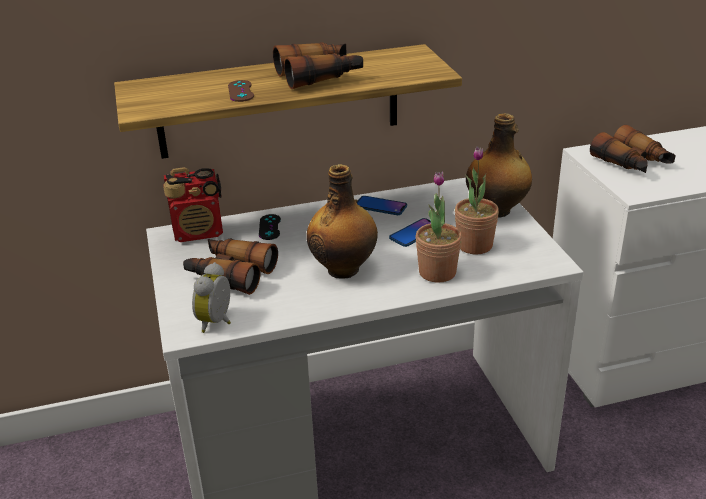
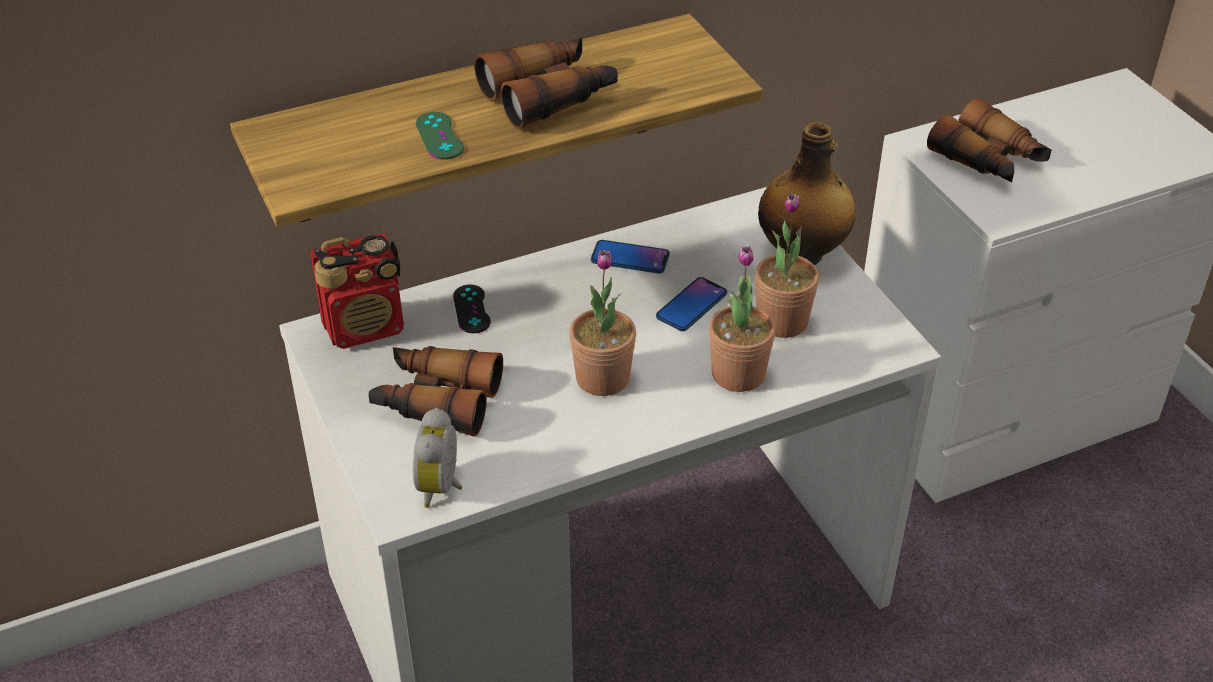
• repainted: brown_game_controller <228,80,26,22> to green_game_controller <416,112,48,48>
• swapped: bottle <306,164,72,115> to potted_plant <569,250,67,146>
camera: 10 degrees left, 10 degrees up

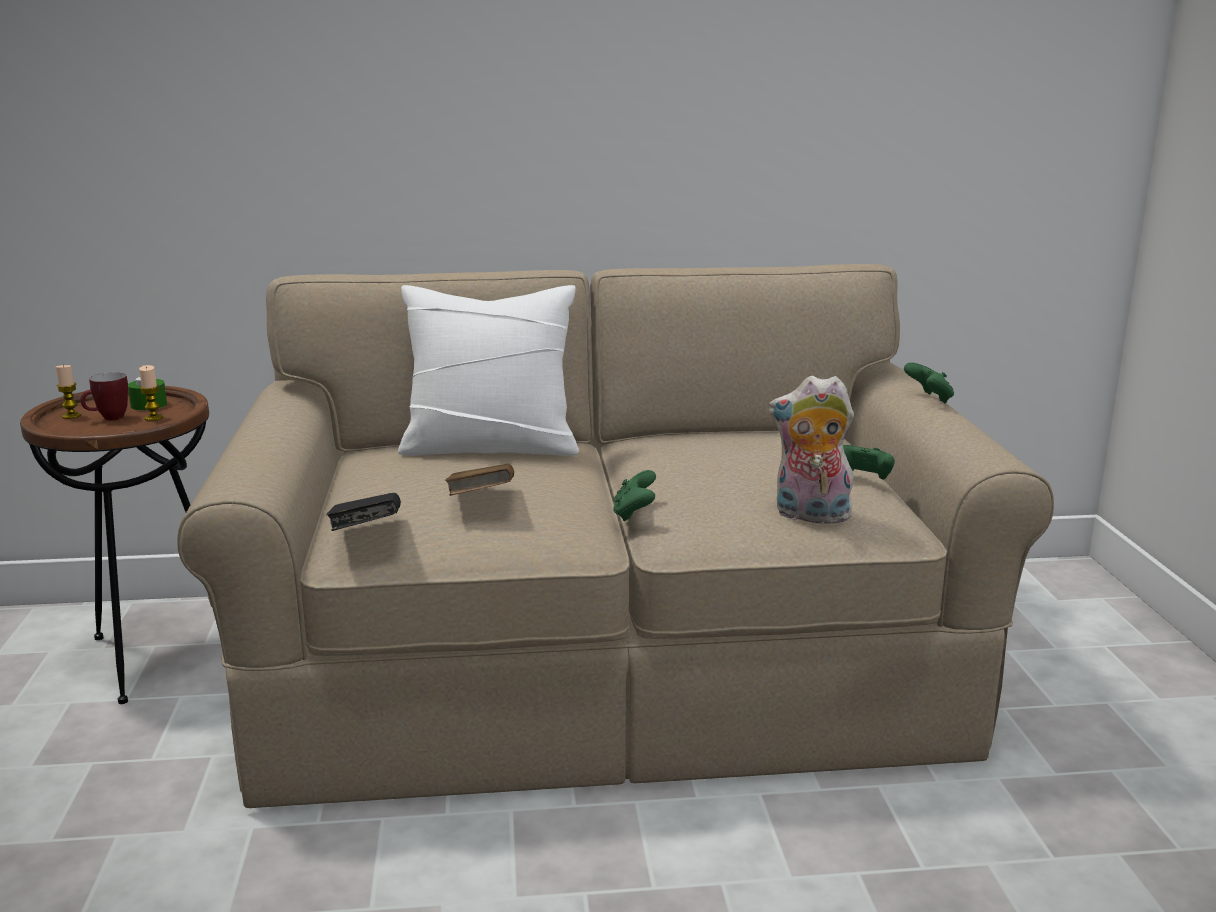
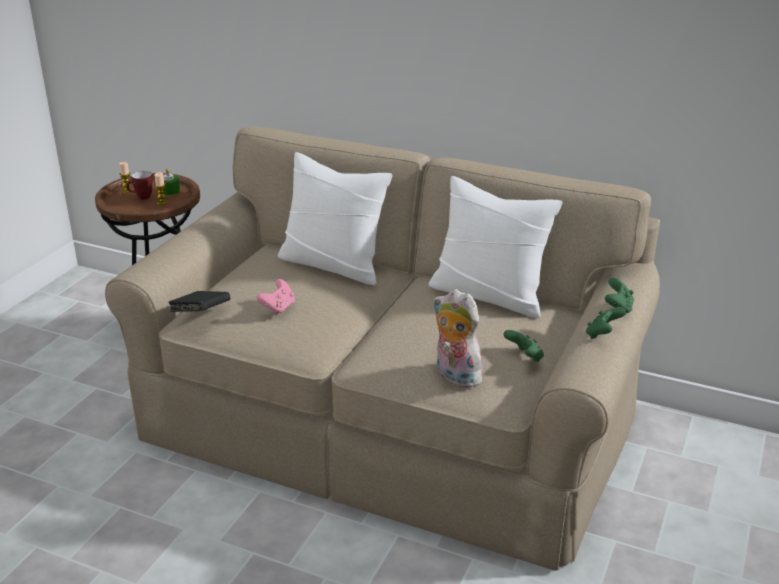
• swapped: brown_book <445,464,69,32> to pink_game_controller <256,279,39,36>
• shifted: green_game_controller <613,470,43,51> to <586,307,40,32>
• new: white_pillow <428,176,135,142>
camera: 30 degrees right, 10 degrees up

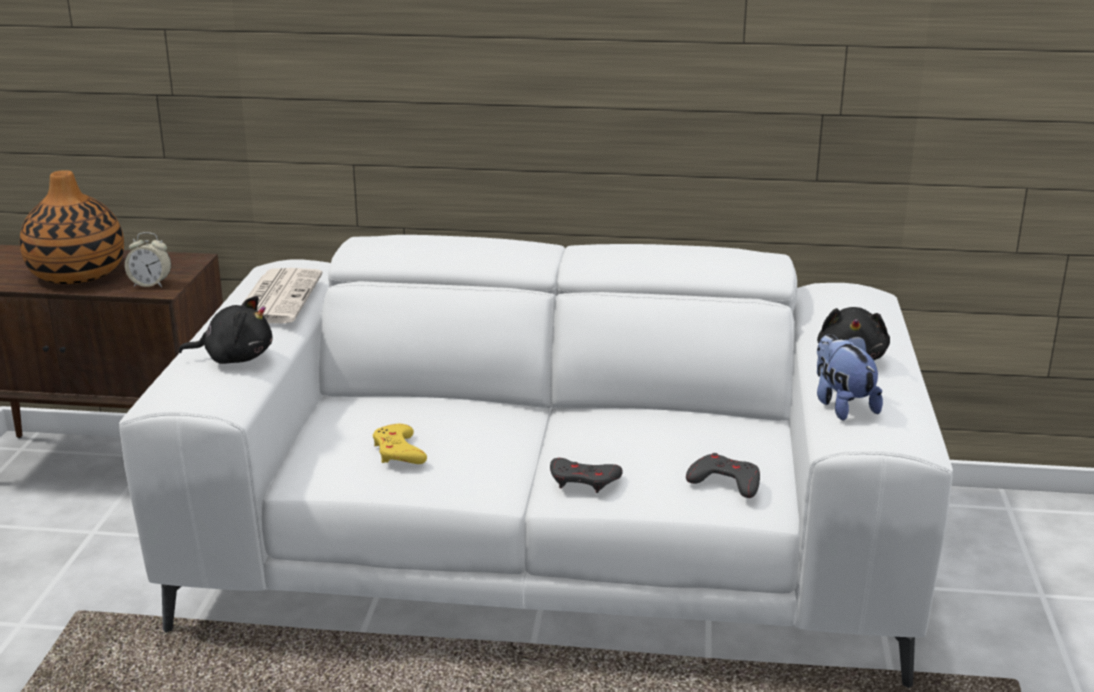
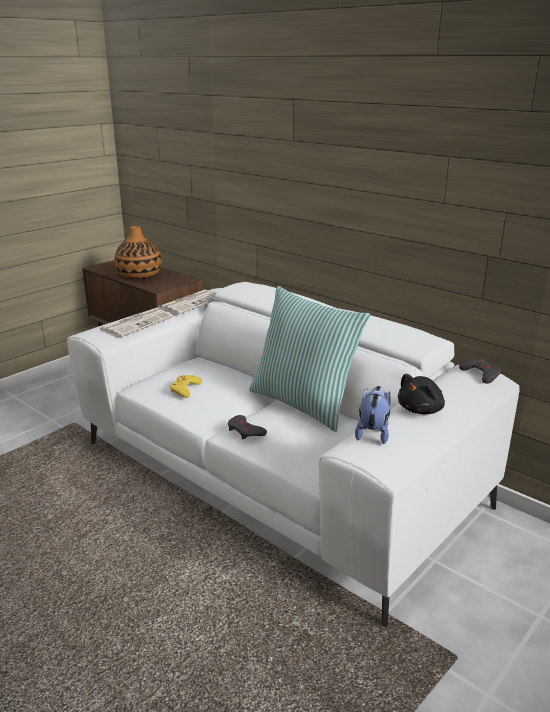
• gone: alarm_clock <125,232,46,55>
• swapped: black_plush_toy <179,296,94,68> to newspaper <99,309,74,28>
• shifted: grey_game_controller <686,453,74,45> to <459,358,42,26>
• new: pillow <249,286,121,146>
camera: 35 degrees right, 0 degrees up

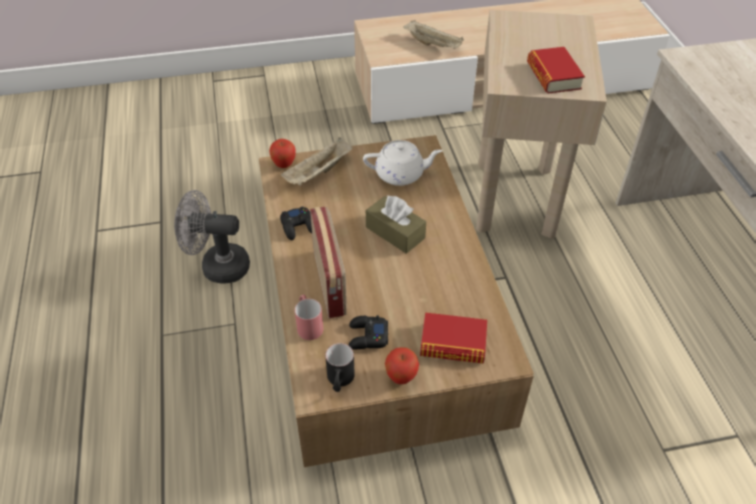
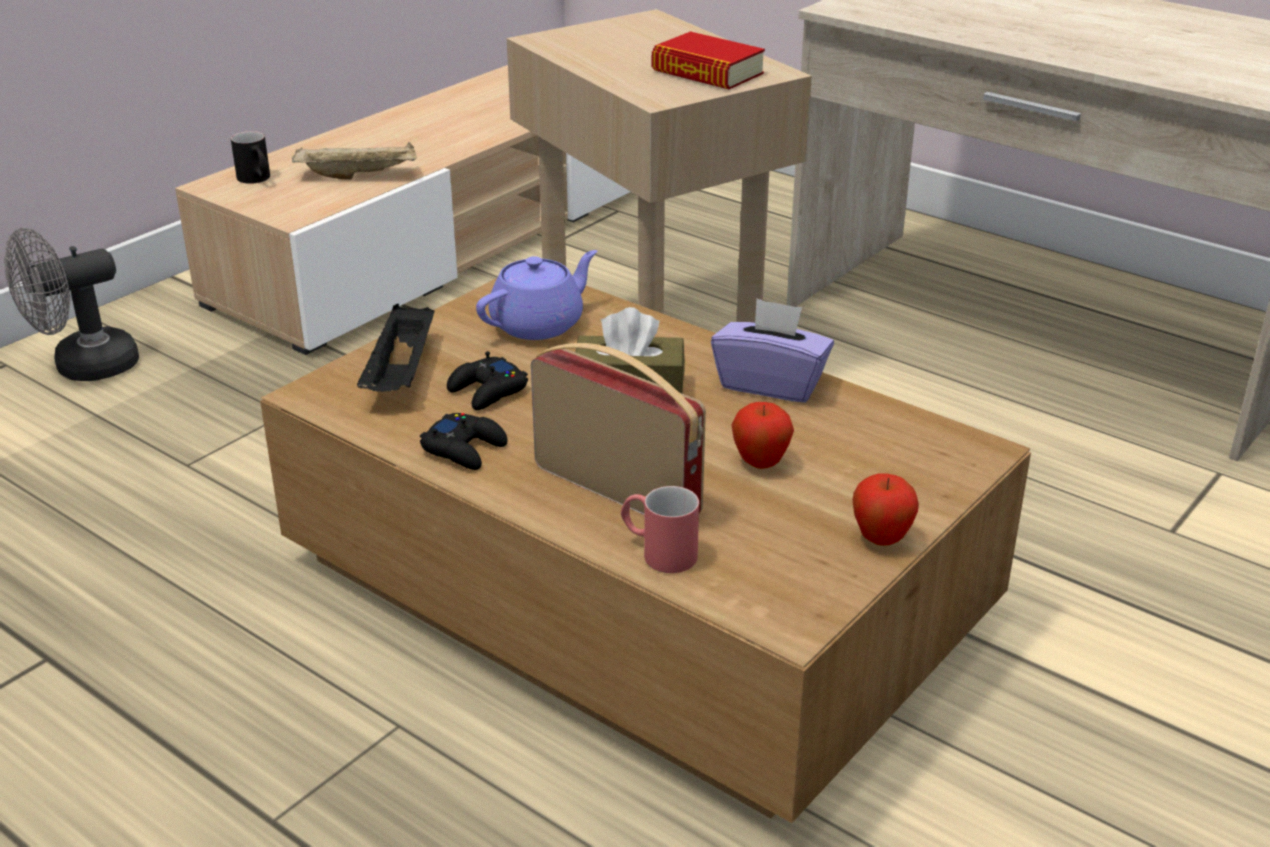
• shifted: grey_fan <174,190,76,93> to <4,228,135,153>
• shifted: apple <269,139,27,29> to <732,402,62,67>
• repainted: beige_tray <281,137,71,49> to black_tray <357,304,77,88>
• shifted: black_mug <325,343,30,49> to <231,131,39,53>
• shifted: black_game_controller <348,315,40,35> to <447,351,81,59>
• repainted: white_teapot <363,140,79,46> to purple_teapot <476,250,121,90>
• gone: book <420,312,67,52>
• new: purple_tissue_box <711,298,123,105>
camera: 40 degrees left, 15 degrees down

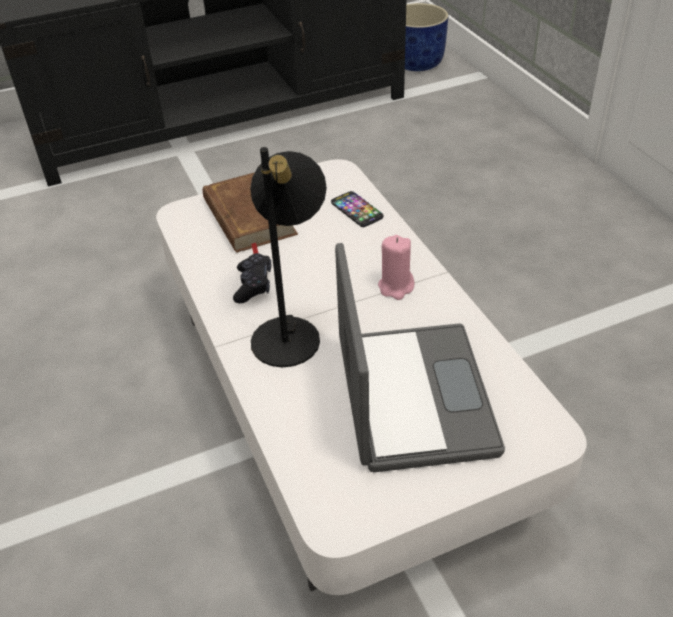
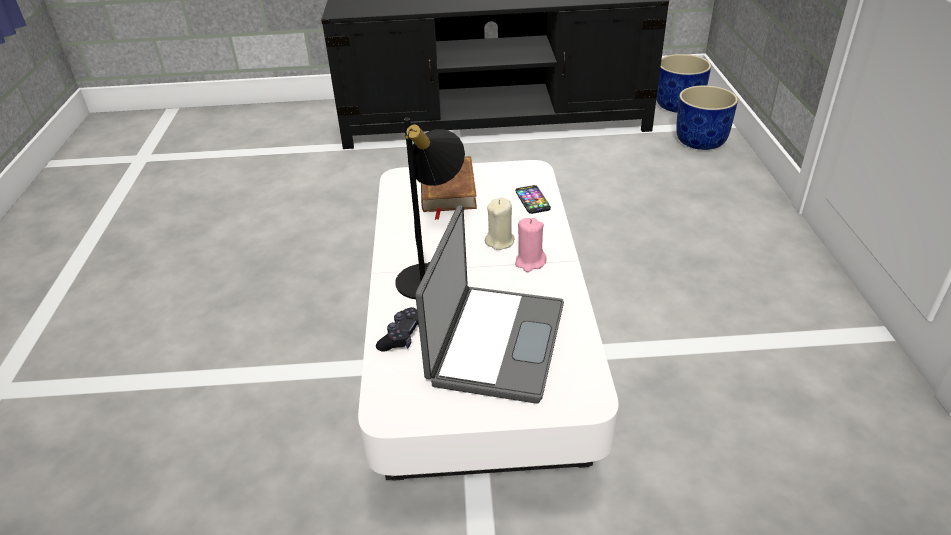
• shifted: black_game_controller <233,253,38,50> to <376,307,43,45>
• new: beige_candle <485,198,30,52>
• new: blue_planter <676,85,62,65>
camera: 20 degrees right, 5 degrees down

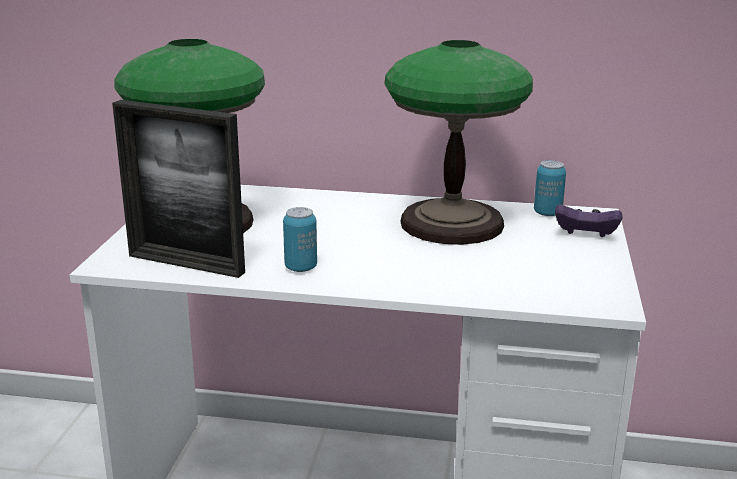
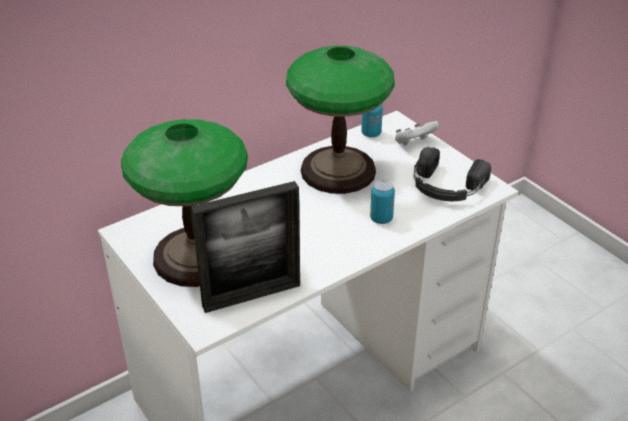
• shifted: can <283,207,34,65> to <370,180,25,44>
• repainted: purple_game_controller <555,204,68,33> to white_game_controller <395,121,45,24>
• new: black_headphones <413,147,78,54>
camera: 45 degrees left, 15 degrees up

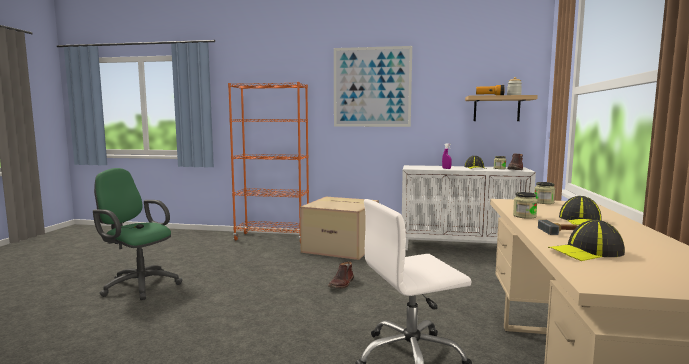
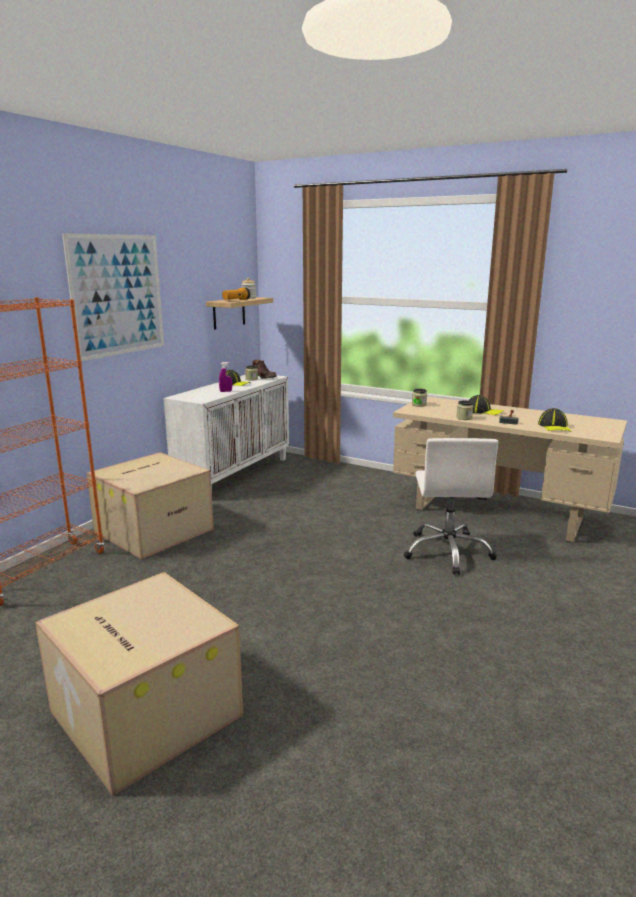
• swapped: green_office_chair <93,168,89,132> to cardboard_box <35,572,208,224>
• gone: brown_boot <328,261,26,28>
camera: 70 degrees left, 10 degrees up

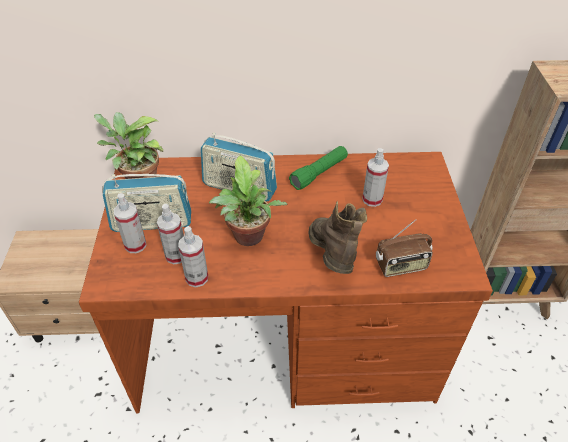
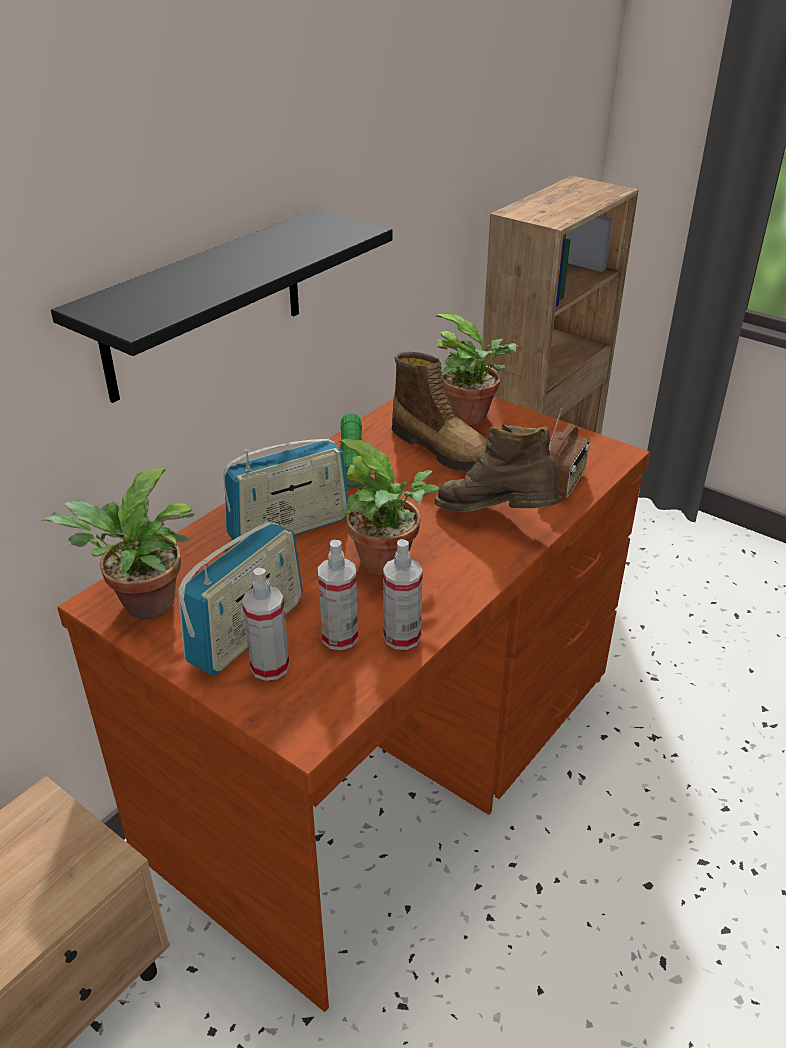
• swapped: spray_bottle <362,148,27,59> to boot <392,352,95,120>
• new: black_shelf <51,209,342,194>
• new: potted_plant <436,314,83,111>
camera: 50 degrees left, 10 degrees down

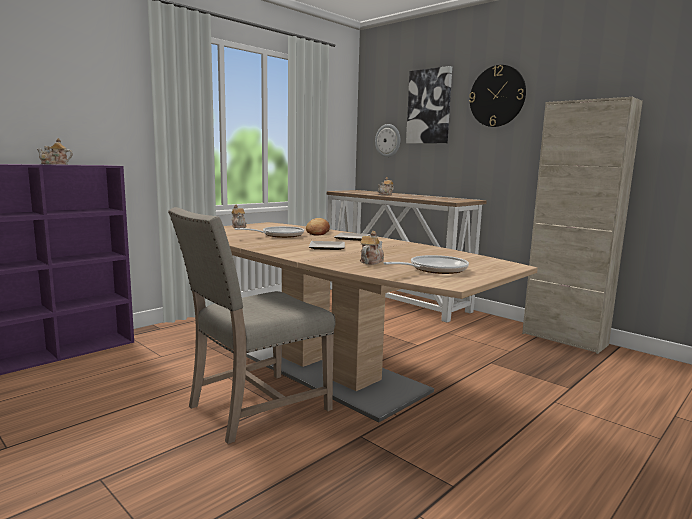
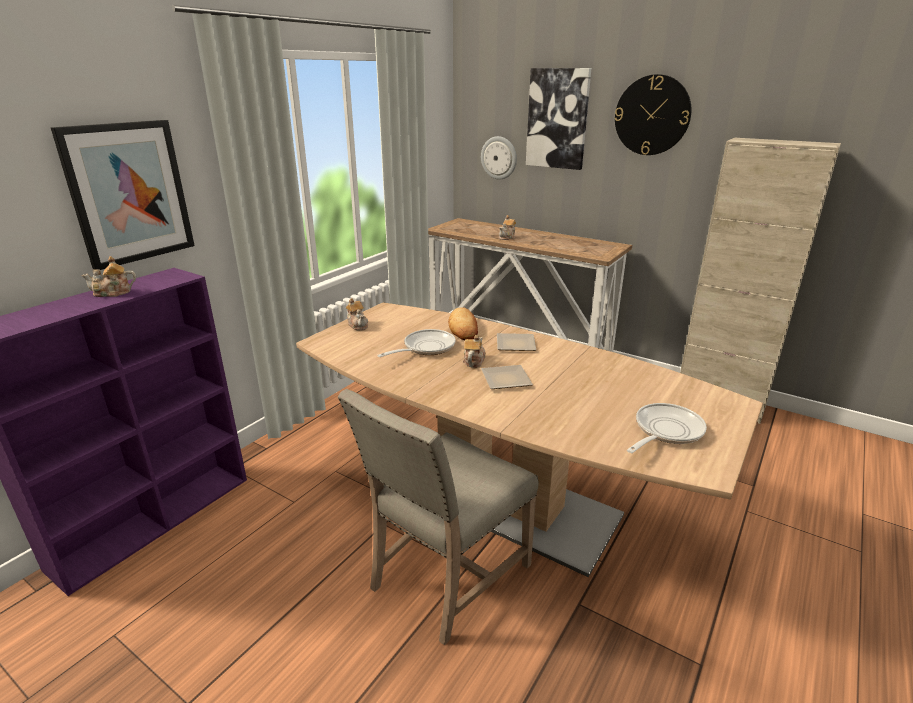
• shifted: teapot <360,231,24,34> to <463,335,23,33>
• new: picture <51,120,144,150>
camera: 10 degrees left, 15 degrees up

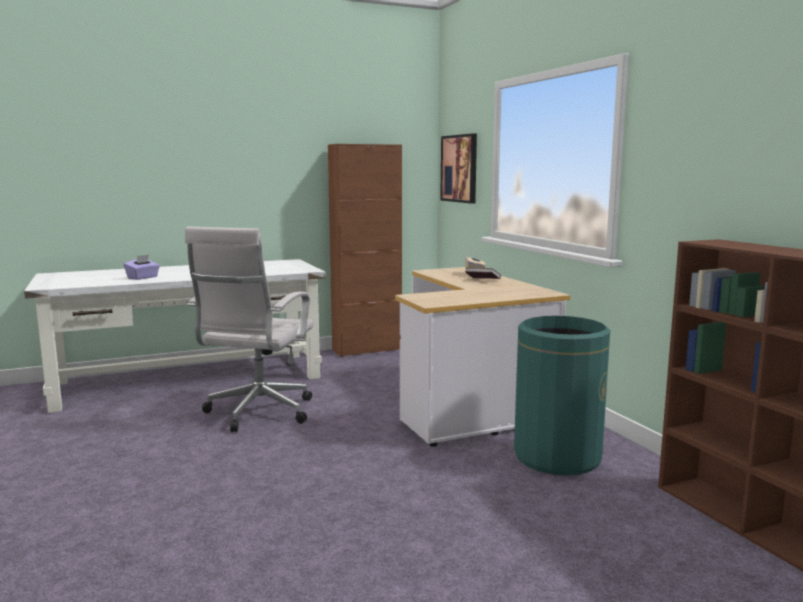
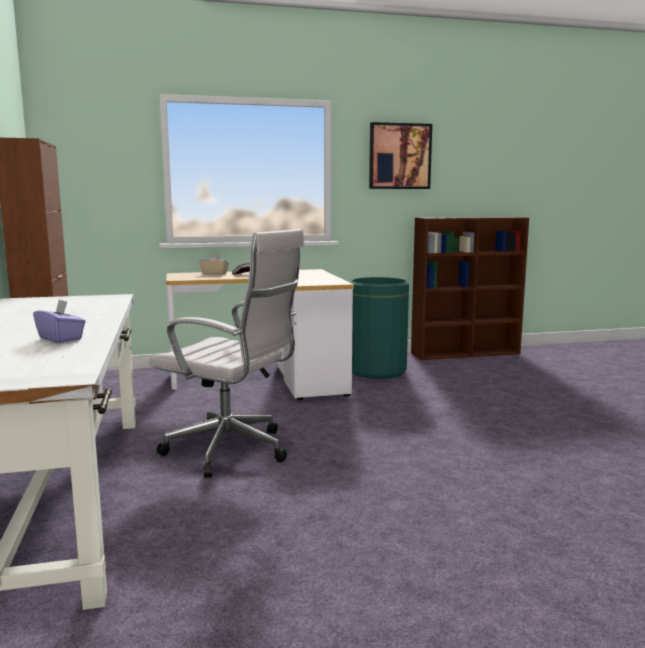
• shifted: picture <440,133,37,71> to <369,122,63,67>
camera: 80 degrees left, 0 degrees up

